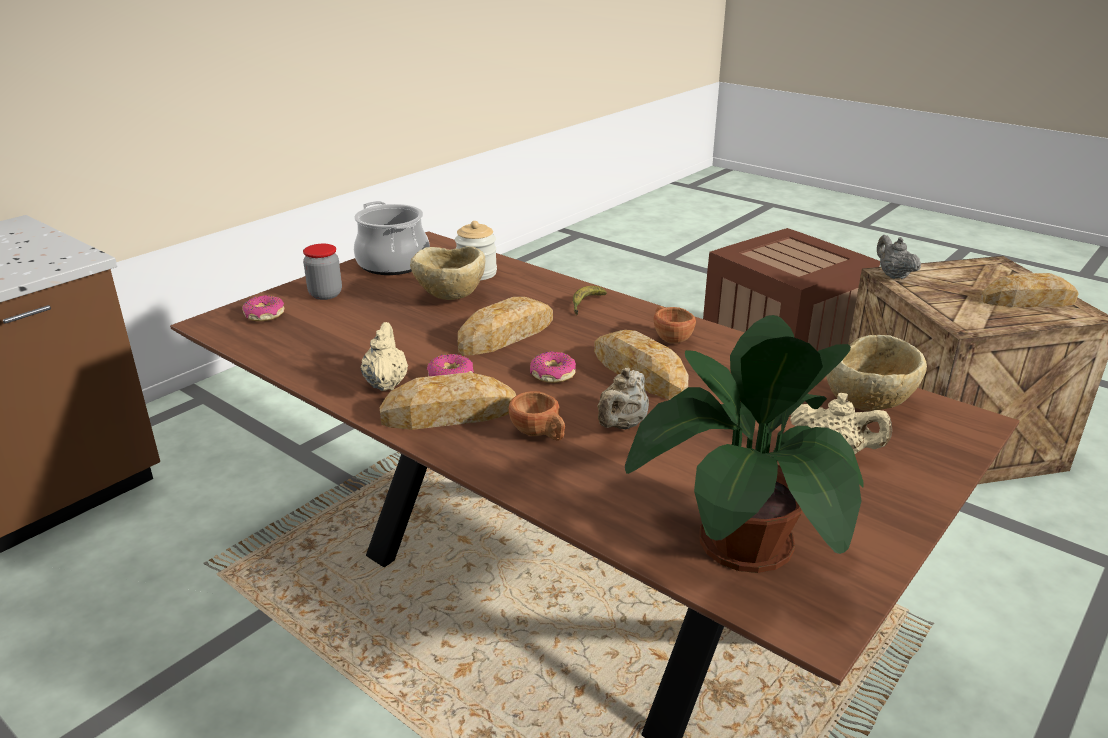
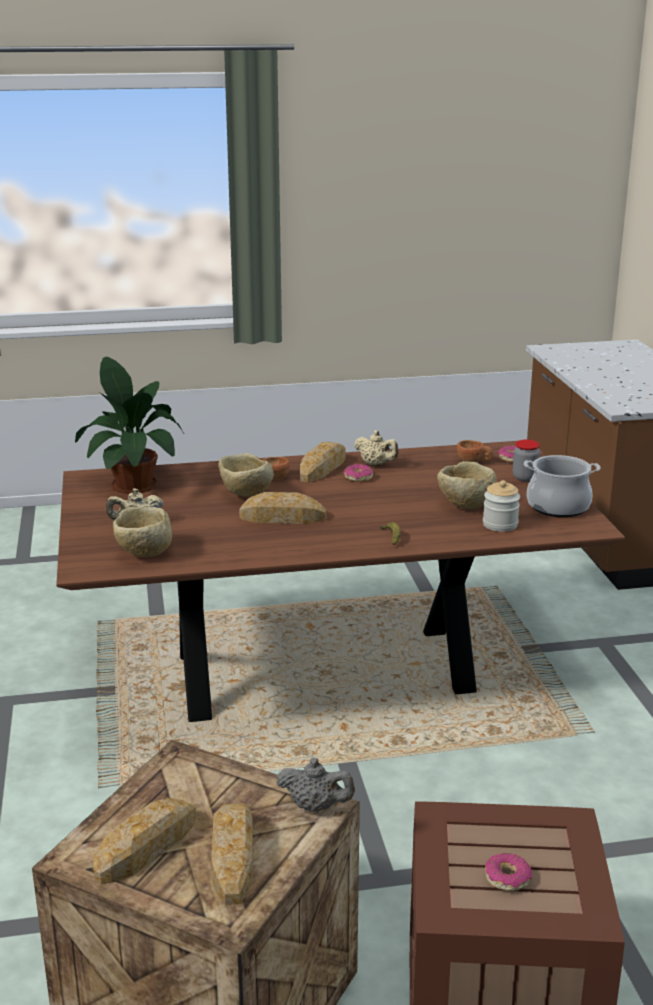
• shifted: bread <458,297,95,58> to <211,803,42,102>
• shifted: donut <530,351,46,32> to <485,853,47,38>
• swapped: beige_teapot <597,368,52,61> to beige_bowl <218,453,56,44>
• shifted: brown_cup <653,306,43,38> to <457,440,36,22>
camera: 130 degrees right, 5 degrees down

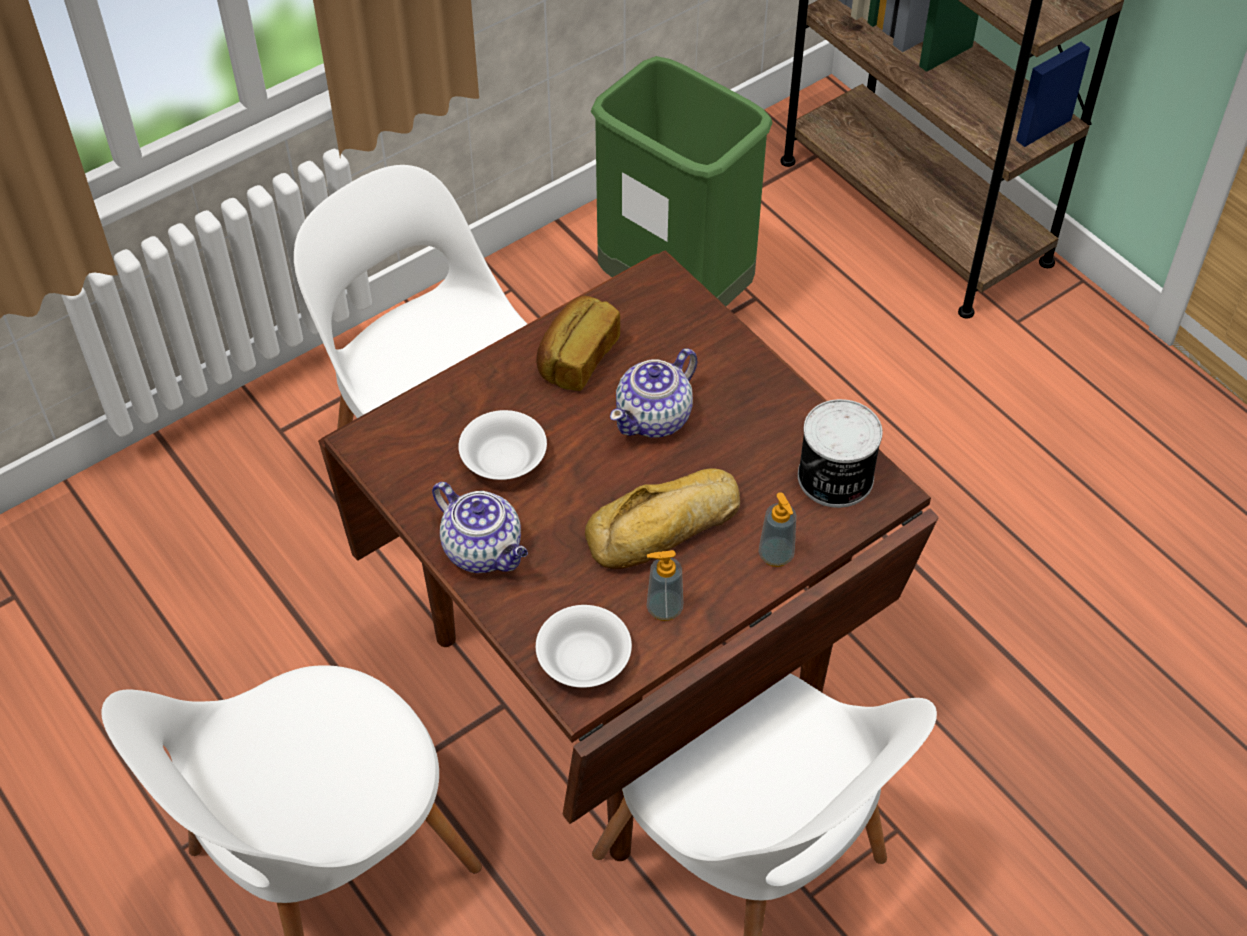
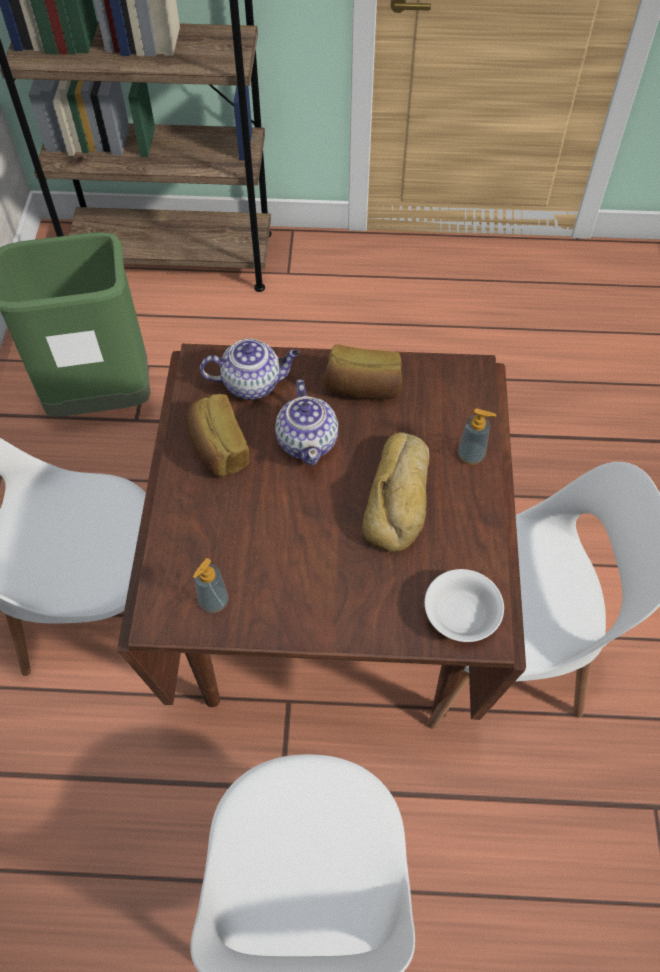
• shifted: teapot <432,482,96,91> to <200,339,99,61>
• gone: white_bowl <458,410,89,70>
• shifted: soap_dispenser <647,550,36,71> to <193,558,36,55>
• gone: can <798,399,85,109>
• new: bread <323,344,79,56>
camera: 50 degrees left, 5 degrees up

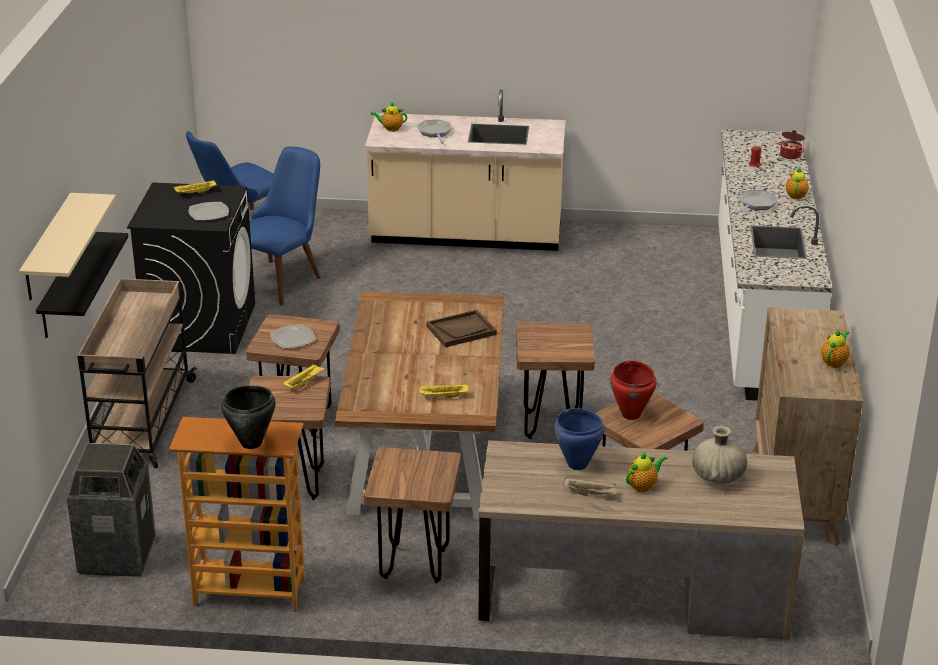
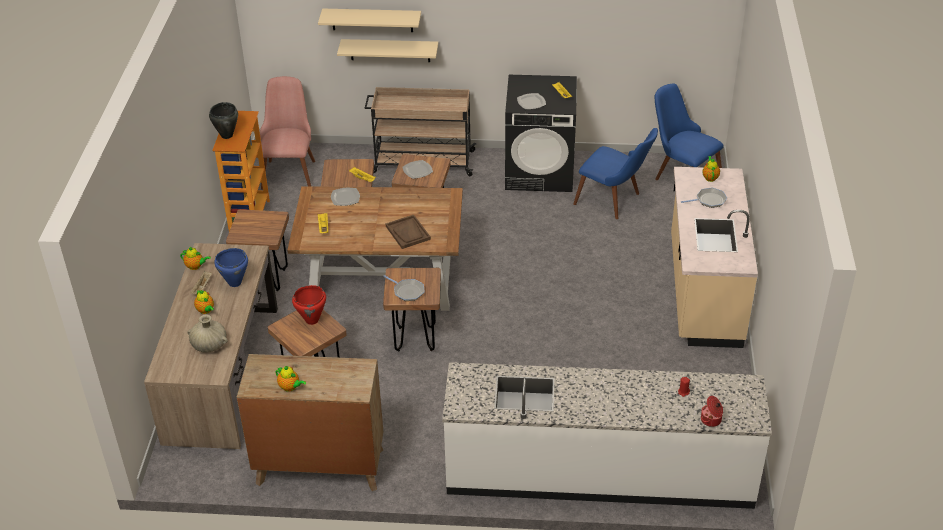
• repainted: black_shelf <36,232,92,106> to beige_shelf <337,39,101,23>
• swapped: trash_can <67,443,89,134> to pink_chair <260,76,55,113>
• shifted: frying_pan <735,190,43,24> to <383,275,41,26>
• shifted: teapot <786,167,23,33> to <180,247,31,23>
• new: plate <331,188,29,18>
camera: 90 degrees right, 10 degrees up

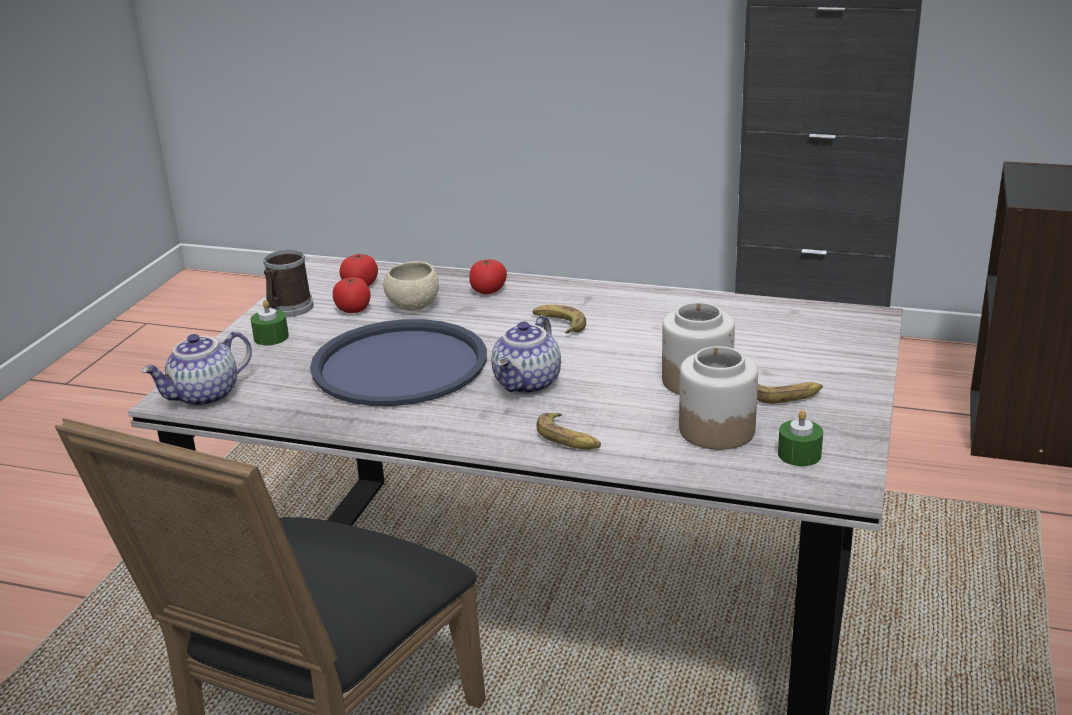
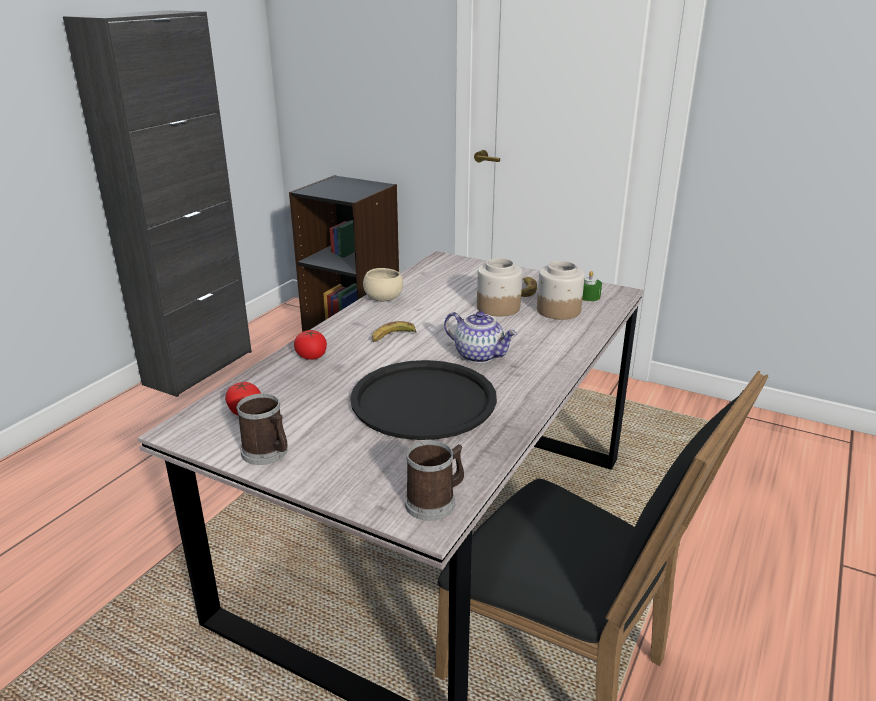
• swapped: teapot <142,331,110,76> to mug <405,440,59,81>
• gone: green_candle <250,300,39,45>
• repainted: blue_tray <310,319,177,87> to black_tray <350,360,147,80>
• gone: tomato <333,277,38,36>
• shifted: beige_bowl <383,261,56,50> to <363,268,40,34>
• gone: banana <536,413,65,37>
camera: 80 degrees left, 0 degrees up

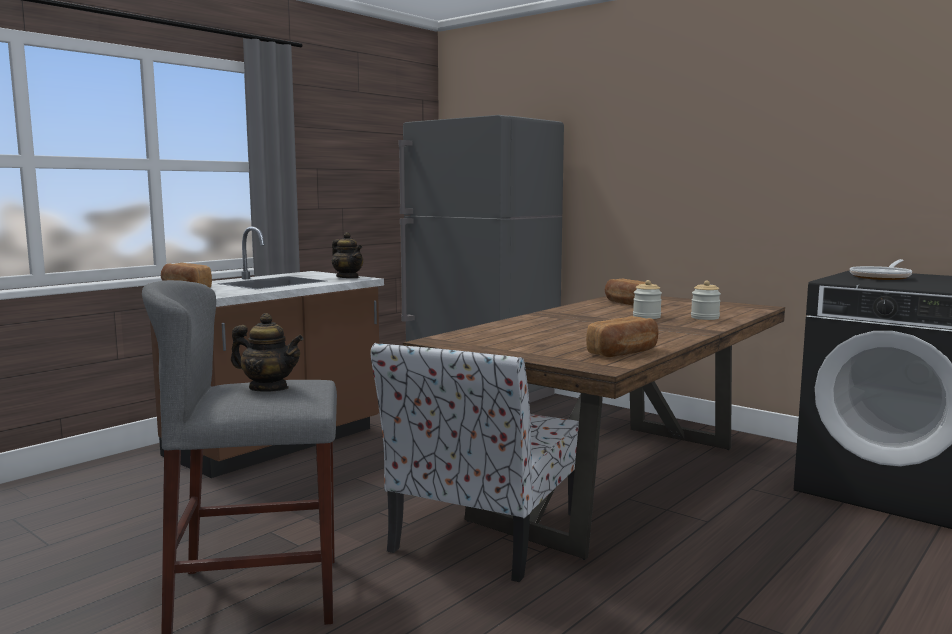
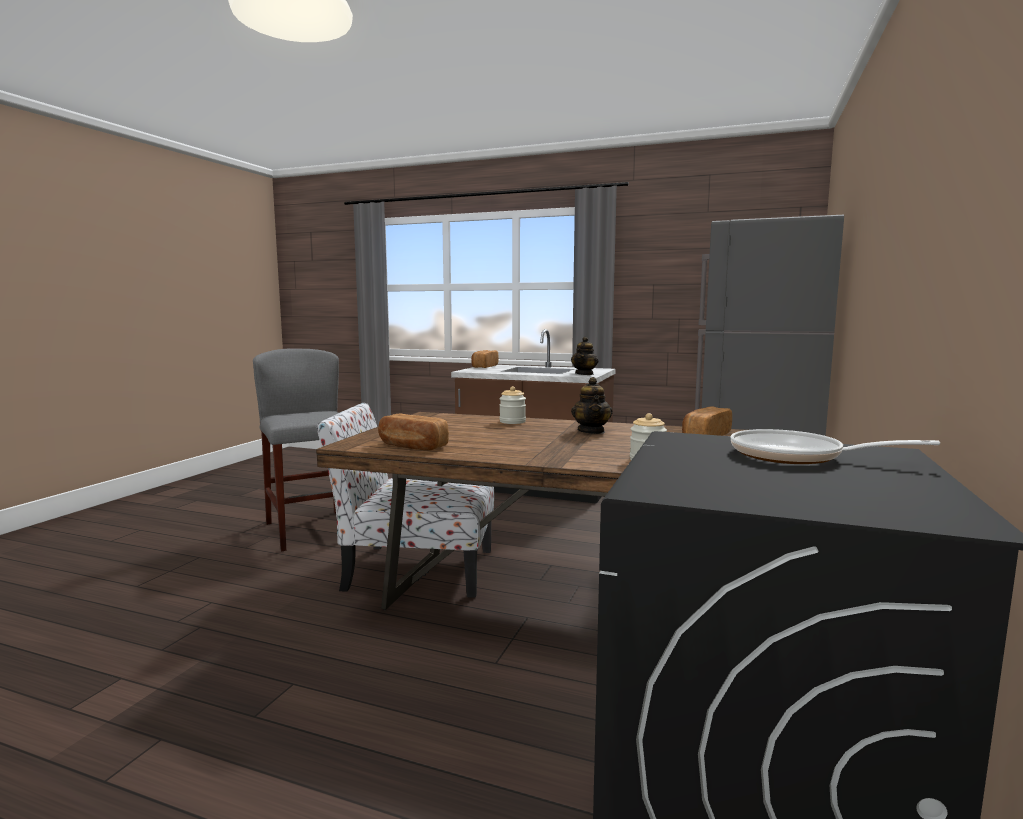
• shifted: teapot <231,313,73,79> to <571,377,42,57>
• shifted: jar <633,280,29,39> to <499,386,27,38>
camera: 70 degrees right, 0 degrees up

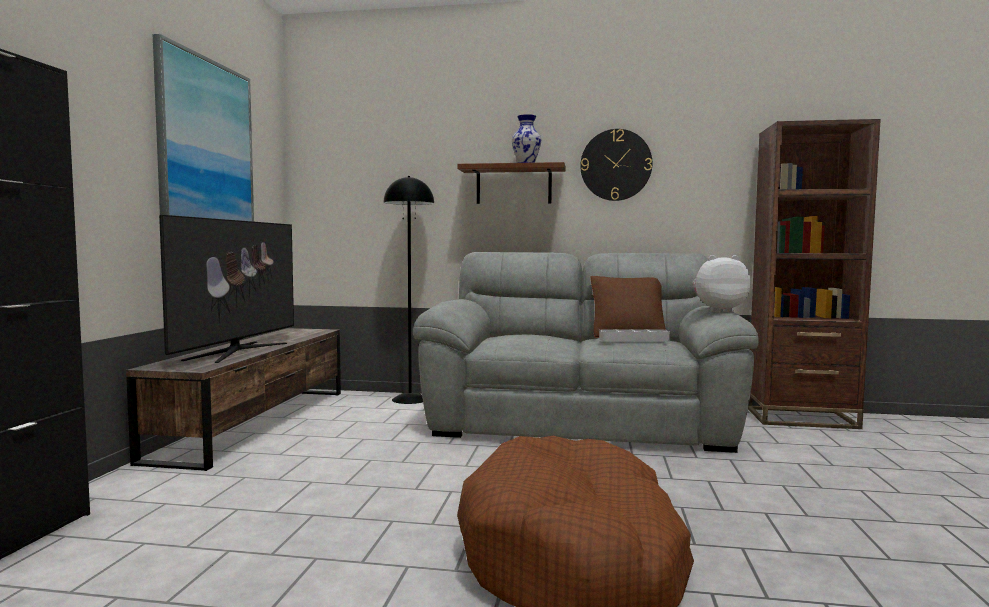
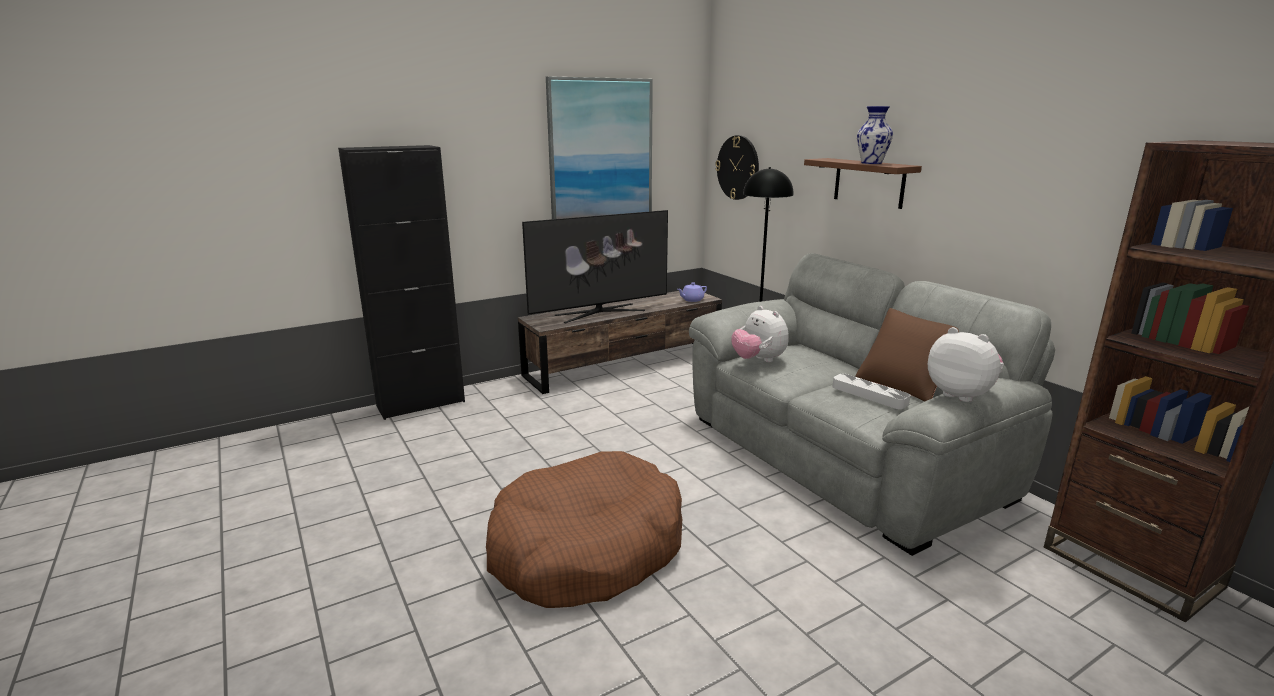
• shifted: wall_clock <580,129,72,72> to <715,135,44,65>
• new: purple_teapot <678,282,29,20>
• new: plush_toy <731,306,58,56>
camera: 50 degrees right, 15 degrees up

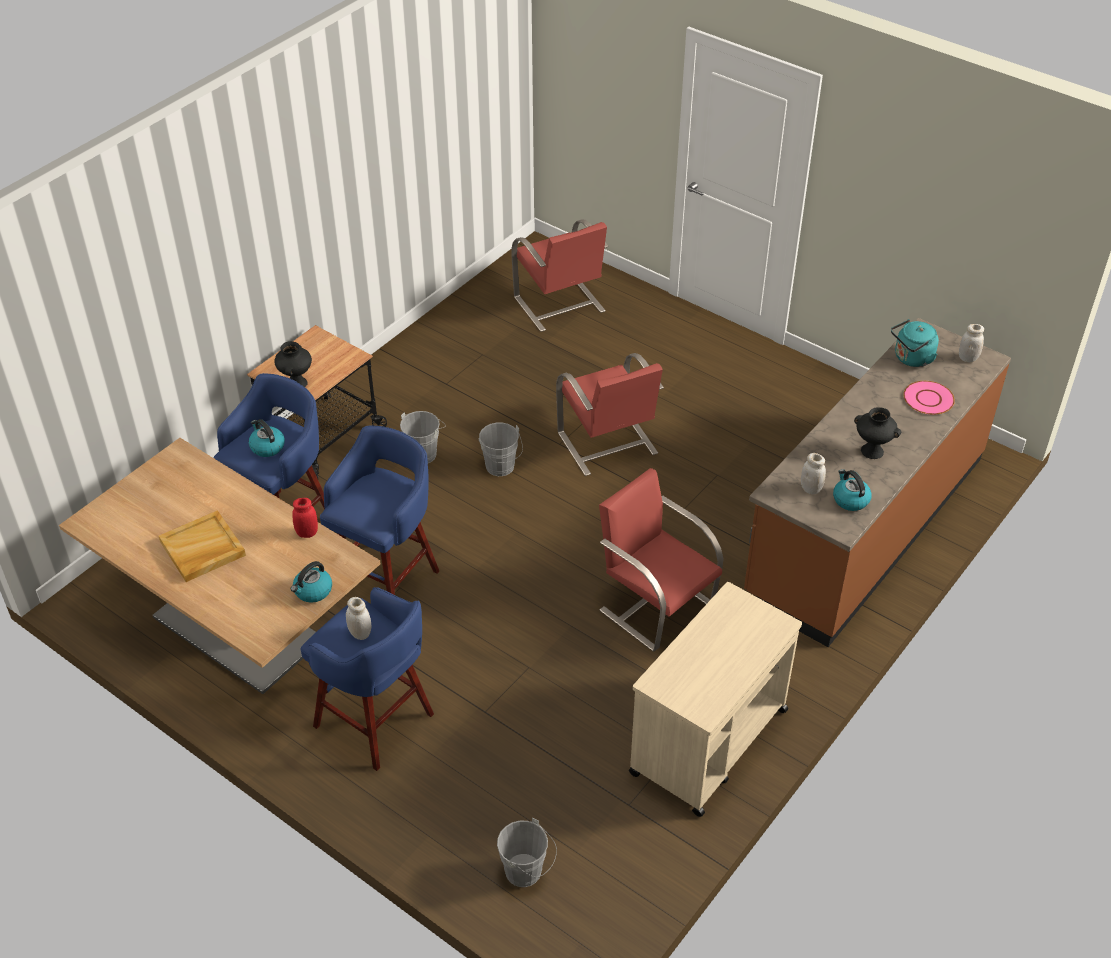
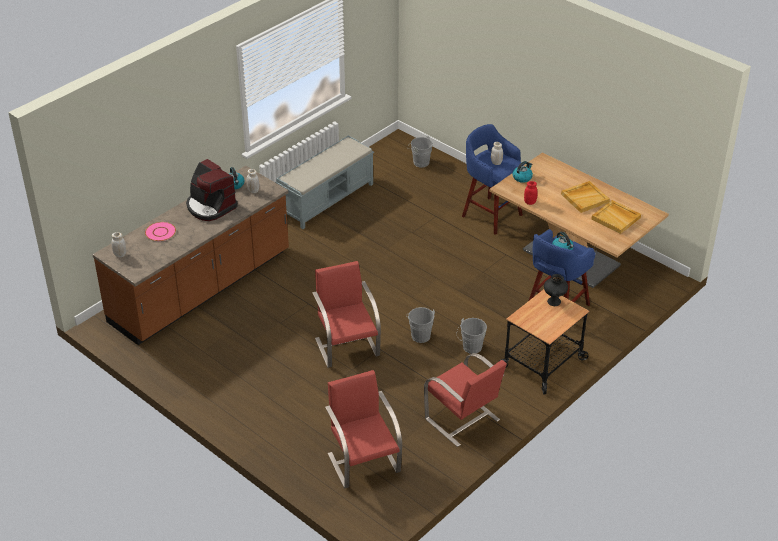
• gone: blue_stool <320,425,119,170>
• shifted: red_chair <599,468,124,184> to <424,353,83,94>
• swapped: beige_cart <629,582,173,235> to grey_bench <275,135,99,94>
• swapped: black_vase <854,407,48,52> to coffee_machine <186,159,52,62>
• gone: turquoise_kettle <891,319,48,48>
• new: beige_tray <591,200,50,34>
camera: 175 degrees left, 5 degrees down

